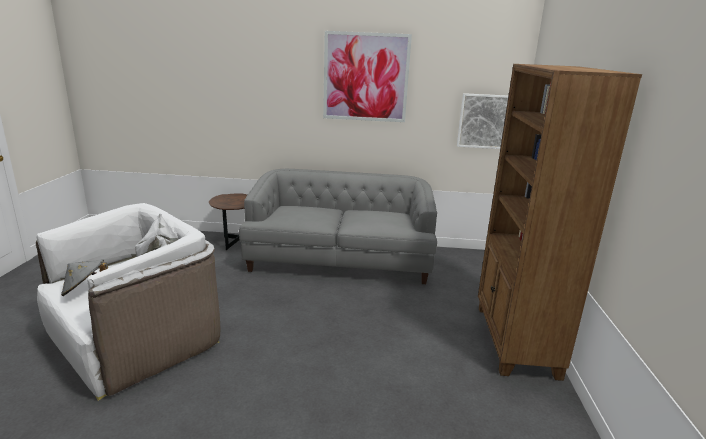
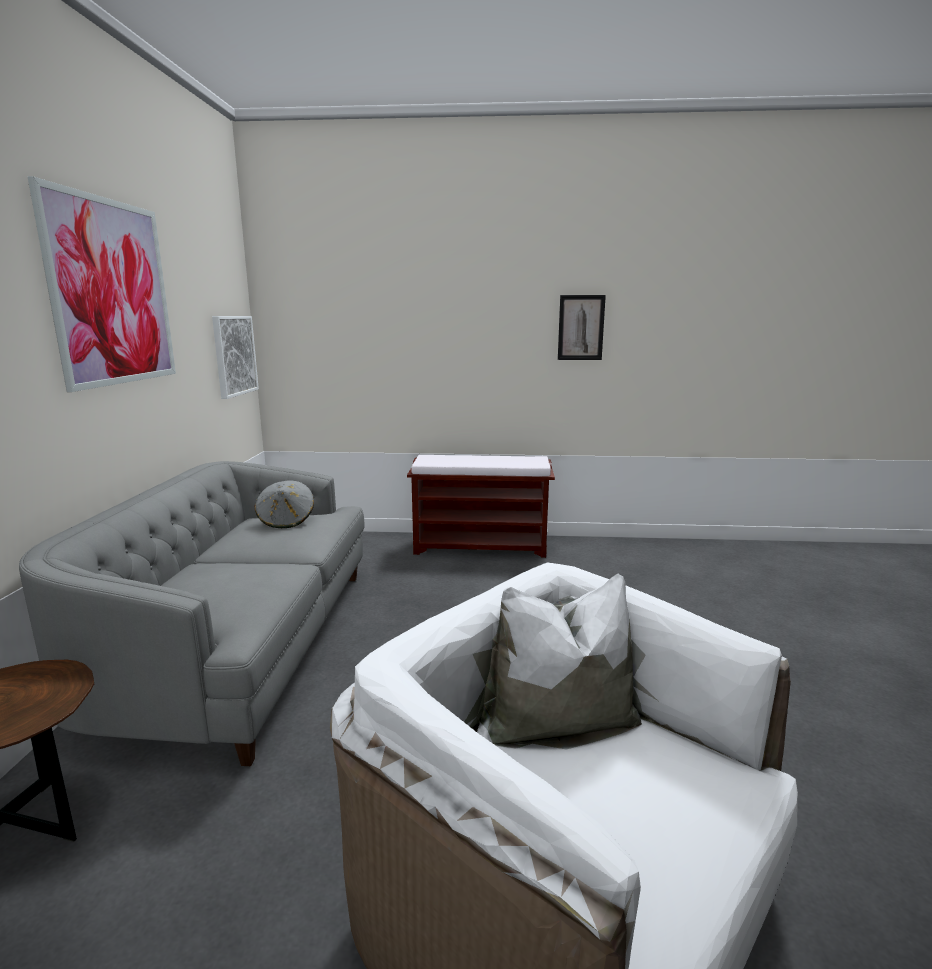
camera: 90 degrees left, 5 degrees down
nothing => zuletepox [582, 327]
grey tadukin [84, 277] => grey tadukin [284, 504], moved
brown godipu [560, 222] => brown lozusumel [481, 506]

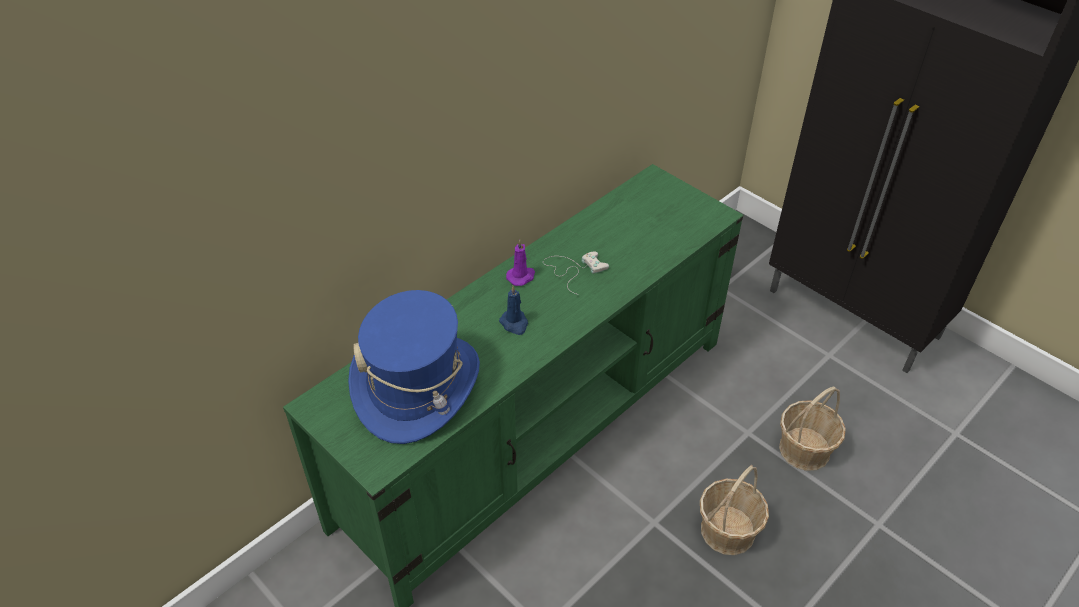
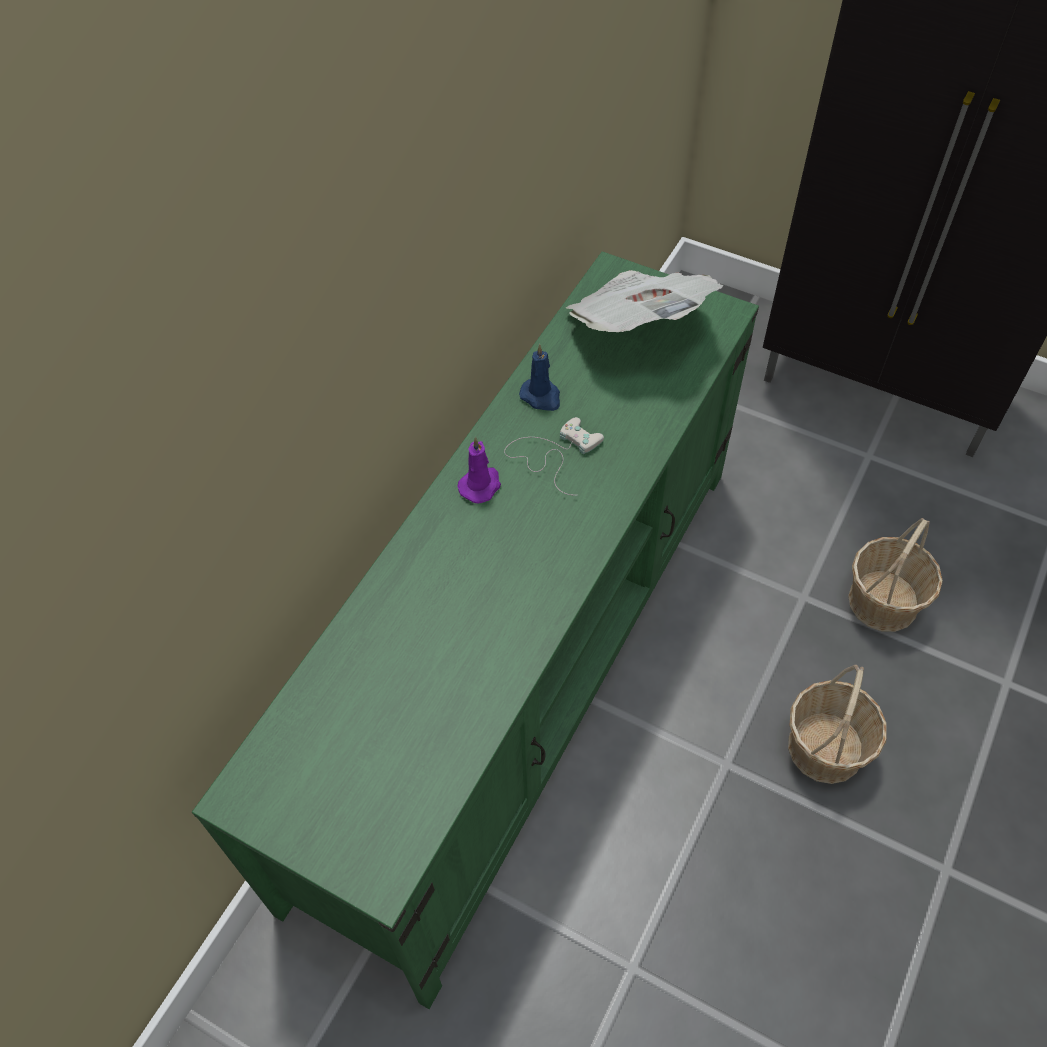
camera: 15 degrees left, 10 degrees up
blue tadukin [414, 367] => nothing
nothing => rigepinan [644, 301]
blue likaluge [513, 310] => blue likaluge [539, 377], moved

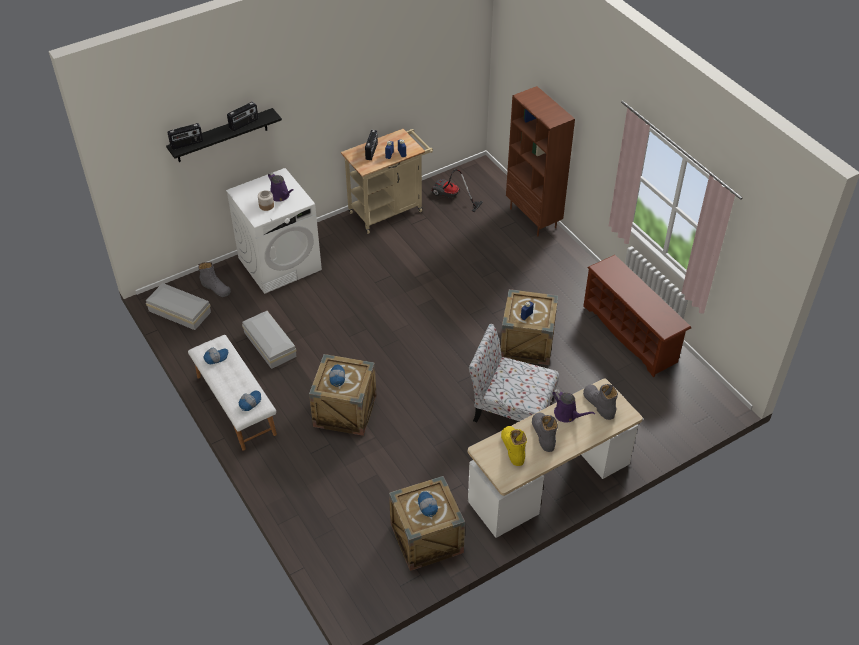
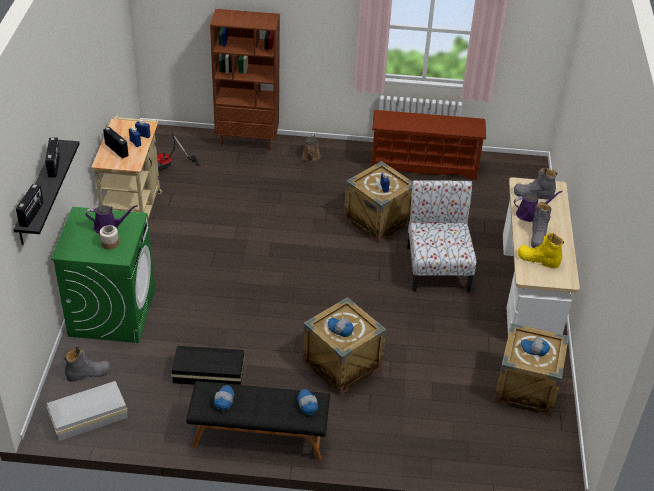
camera: 55 degrees left, 5 degrees down
nothing => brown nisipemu [311, 148]
white lozusumel [232, 393] => black lozusumel [258, 420]
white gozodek [274, 231] => green gozodek [103, 275]
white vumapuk [269, 340] => black vumapuk [208, 365]
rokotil [514, 373] => rokotil [442, 236], 120 degrees clockwise
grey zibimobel [545, 432] => grey zibimobel [541, 225], 105 degrees counterclockwise

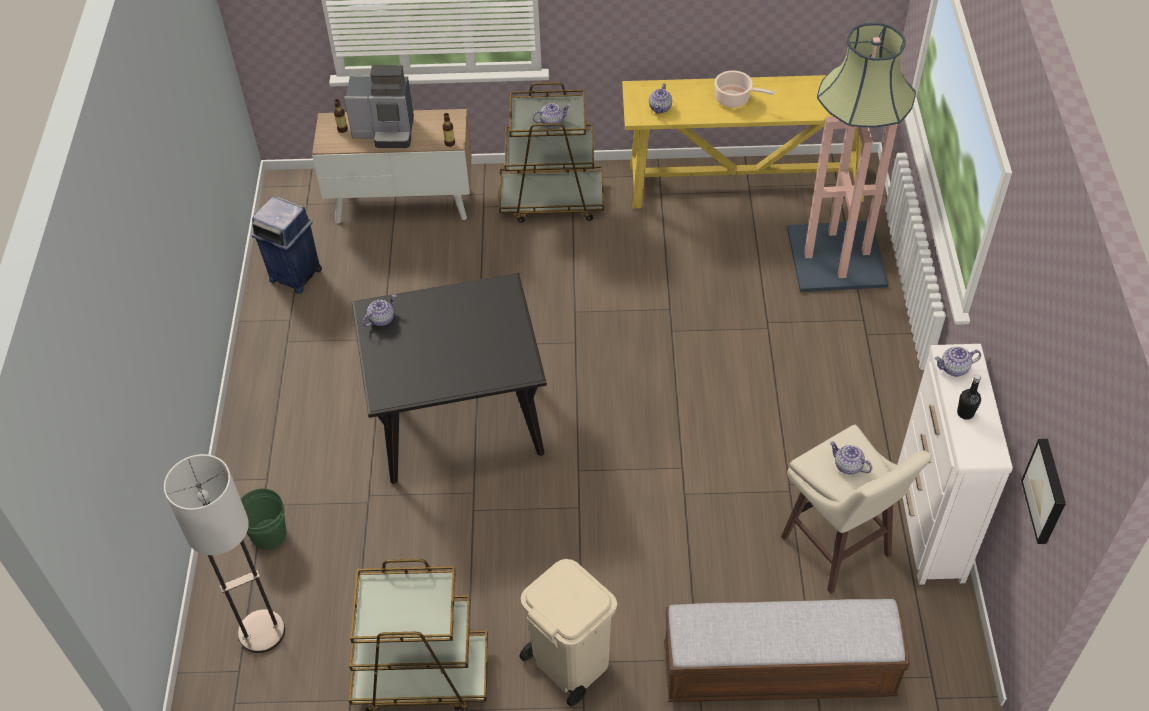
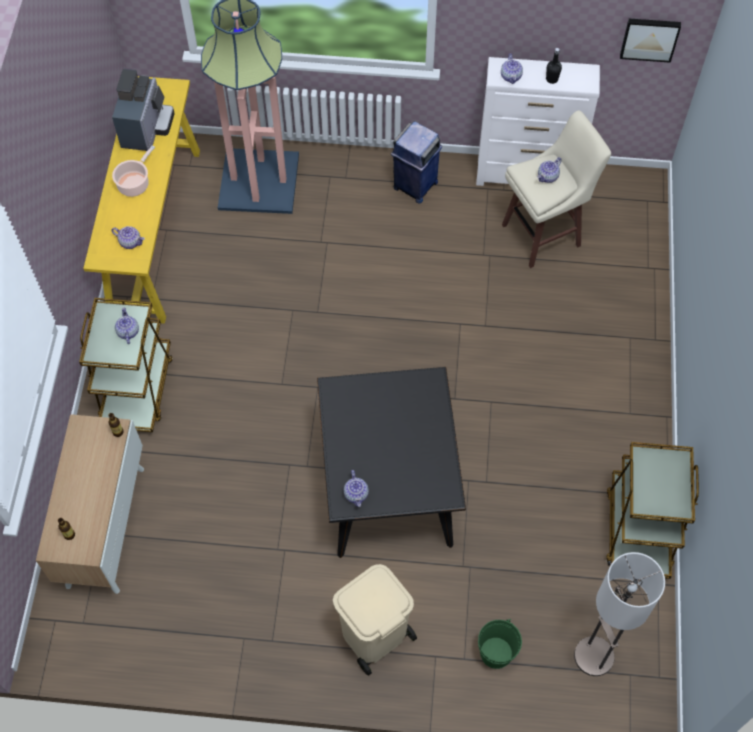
camera: 85 degrees left, 10 degrees up
lozusumel [787, 650] => nothing
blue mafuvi [287, 245] => blue mafuvi [416, 162], moved
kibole [379, 106] => kibole [143, 110], moved
beige mafuvi [568, 633] => beige mafuvi [375, 620], moved
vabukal [379, 310] => vabukal [356, 488], 150 degrees counterclockwise

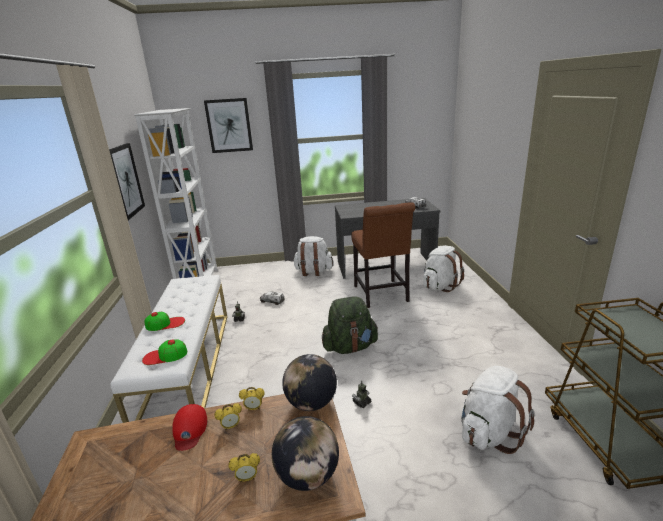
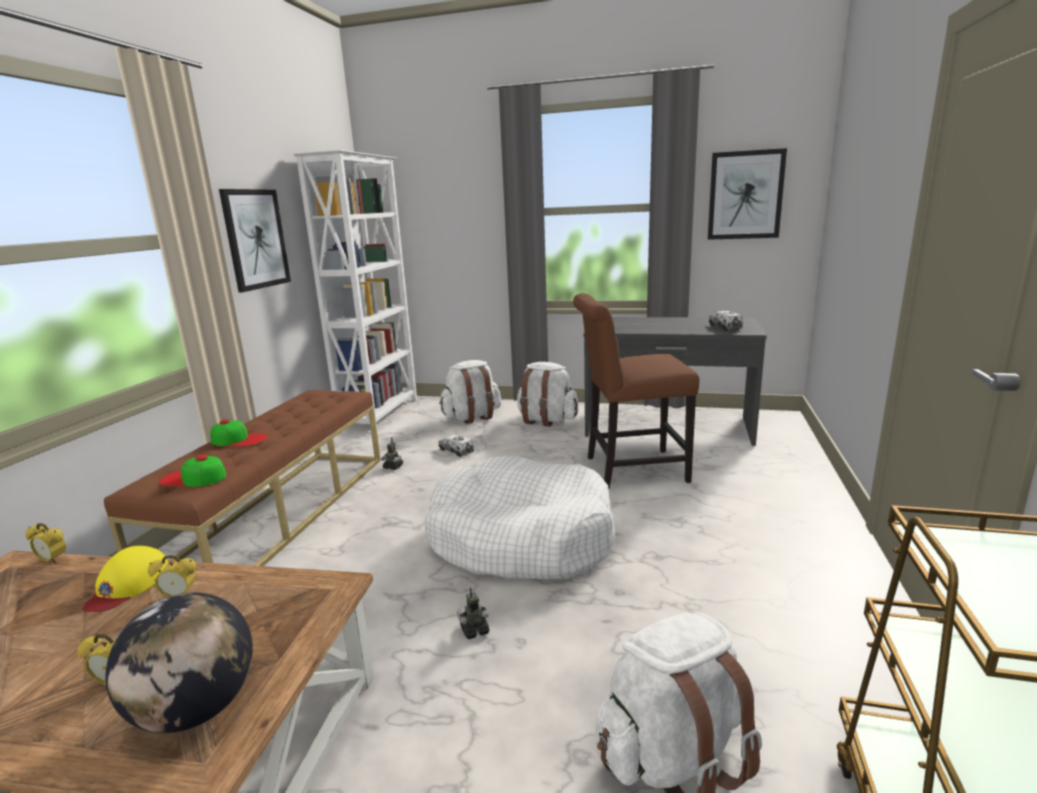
camera: 20 degrees right, 5 degrees down
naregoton [309, 382] => nothing
zuletepox [228, 125] => zuletepox [747, 194], moved
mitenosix [252, 399] => mitenosix [45, 543], moved
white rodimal [443, 269] => white rodimal [470, 392], moved
green rodimal [350, 325] => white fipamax [519, 517]
white lozusumel [168, 349] => brown lozusumel [242, 478]
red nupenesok [189, 427] => yellow nupenesok [125, 579]
brown rokotil [383, 255] => brown rokotil [636, 391], 75 degrees clockwise

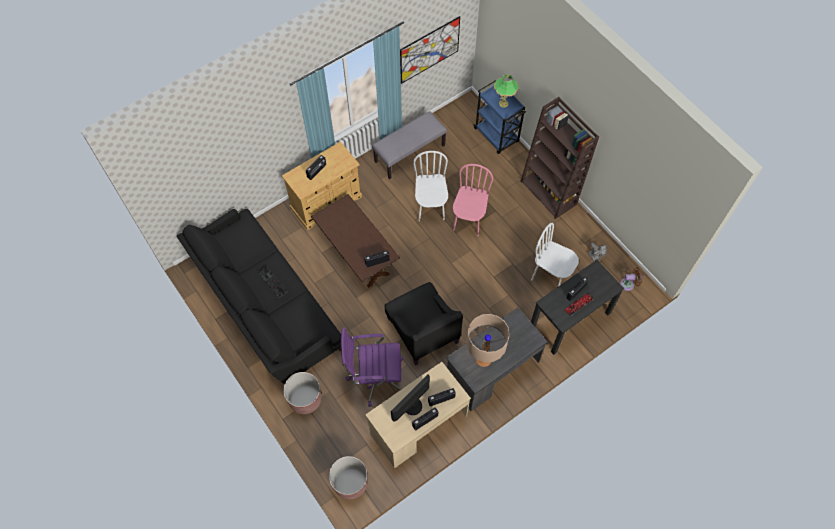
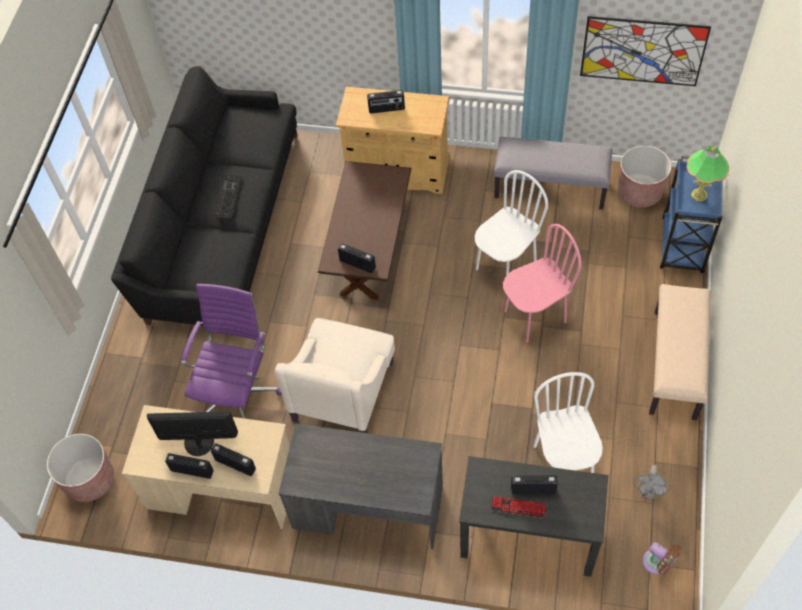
camera: 50 degrees right, 5 degrees down
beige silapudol [488, 340] => nothing
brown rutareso [302, 393] => brown rutareso [644, 176], moved
brown godipu [559, 158] => beige lozusumel [680, 352]
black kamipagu [424, 324] => beige kamipagu [335, 375]
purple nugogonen [372, 367] => purple nugogonen [231, 351], 60 degrees clockwise

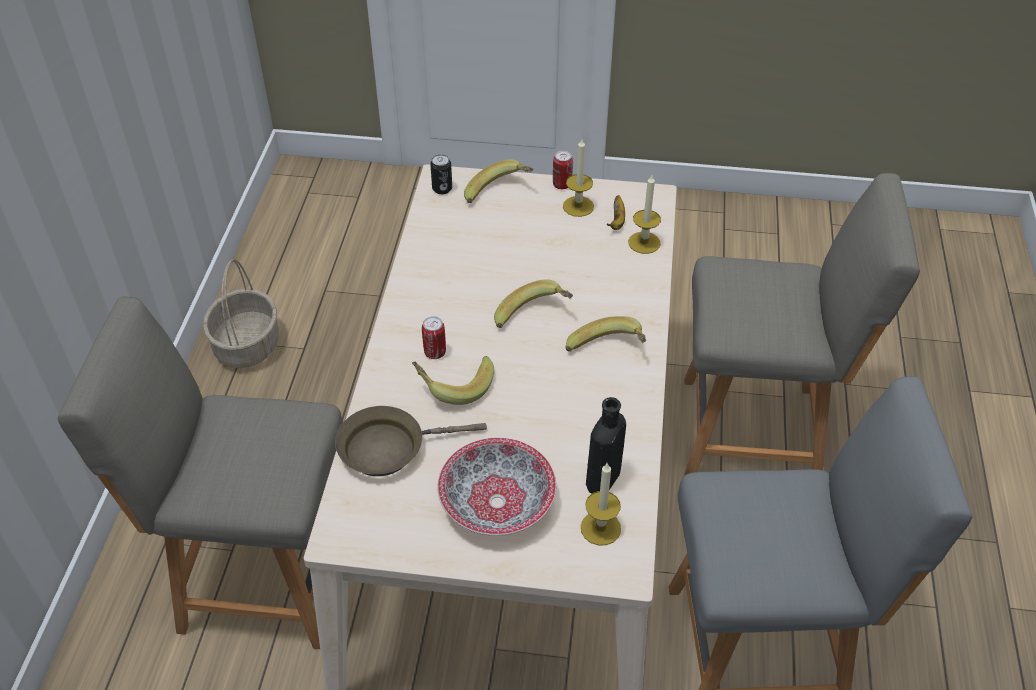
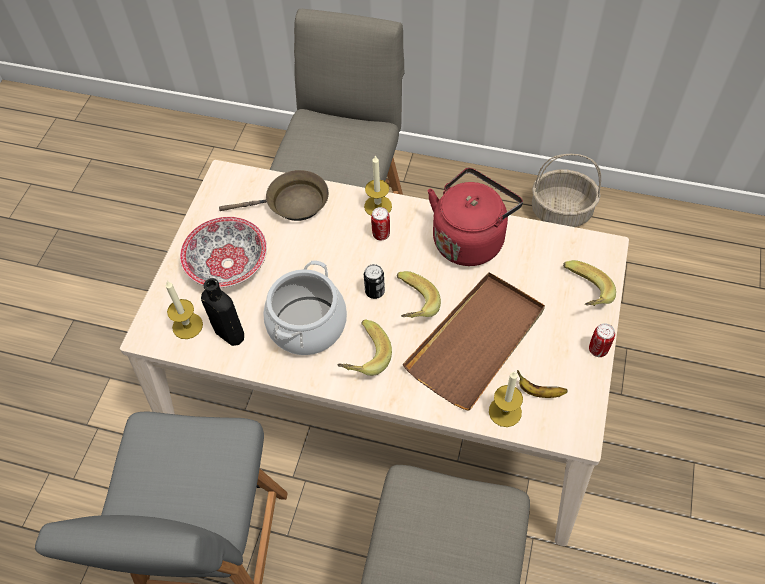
camera: 100 degrees right, 10 degrees up
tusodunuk [453, 380] => nothing
nothing => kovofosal [305, 307]
nothing => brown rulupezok [474, 341]
nothing => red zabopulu [475, 217]
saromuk [441, 174] => saromuk [374, 281], moved
likaluge [578, 178] => likaluge [378, 185], moved
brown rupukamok [411, 441] => brown rupukamok [274, 195], 90 degrees clockwise

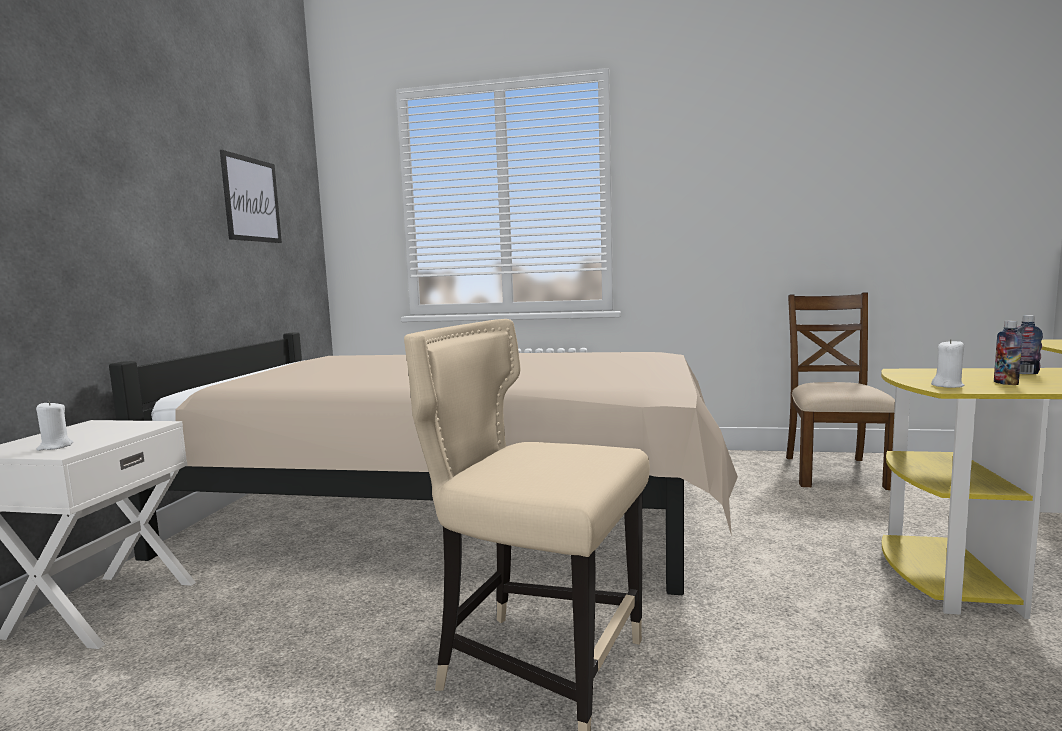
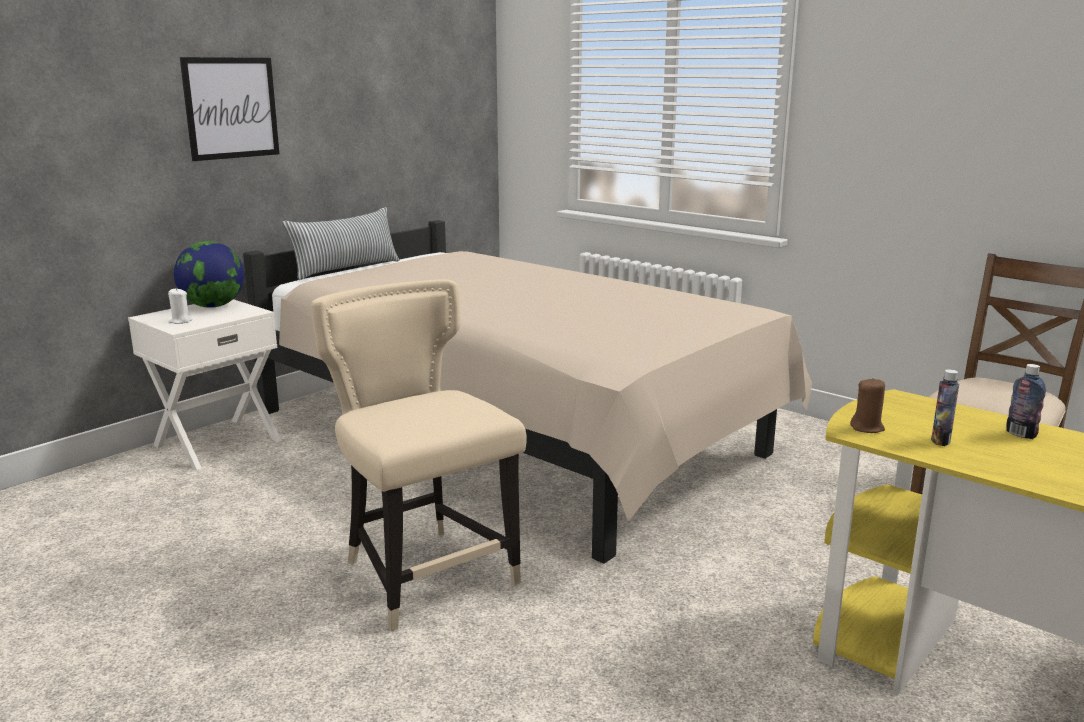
camera: 30 degrees right, 10 degrees up
nothing => naregoton [209, 274]
nothing => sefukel [340, 243]
zuletepox [251, 196] => zuletepox [229, 109], moved
white likaluge [948, 363] => brown likaluge [867, 405]

